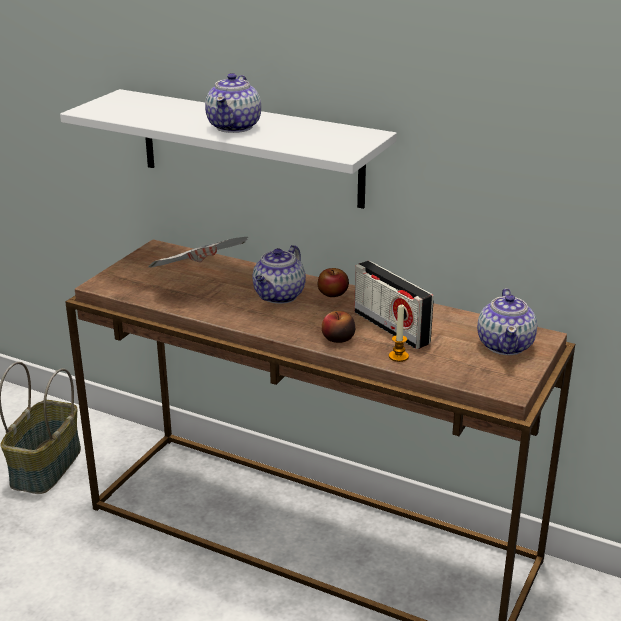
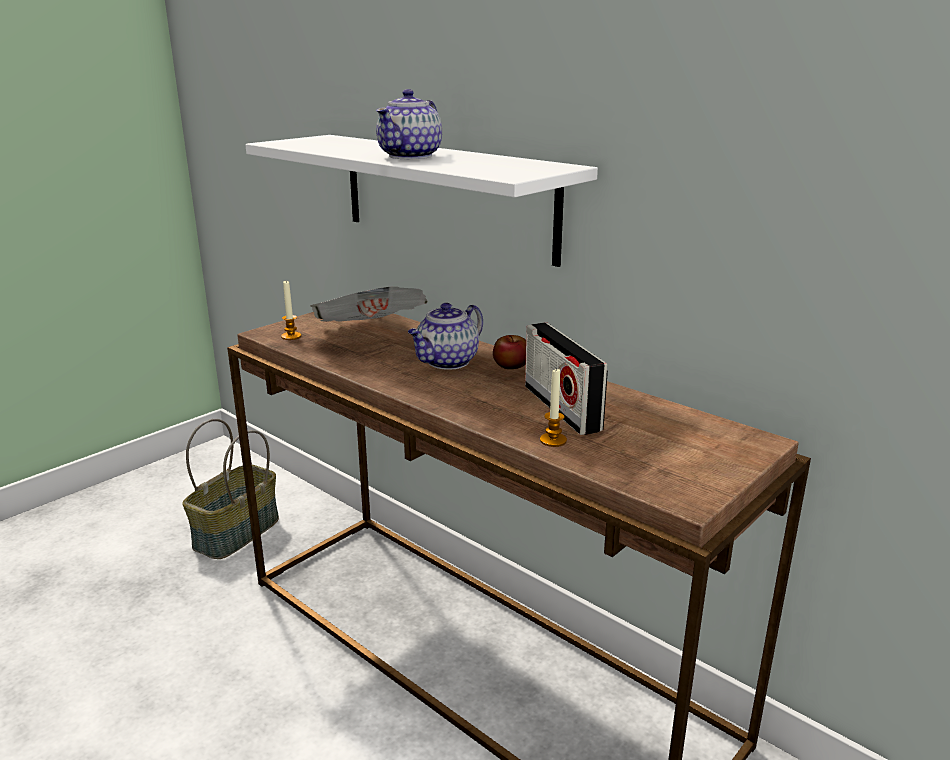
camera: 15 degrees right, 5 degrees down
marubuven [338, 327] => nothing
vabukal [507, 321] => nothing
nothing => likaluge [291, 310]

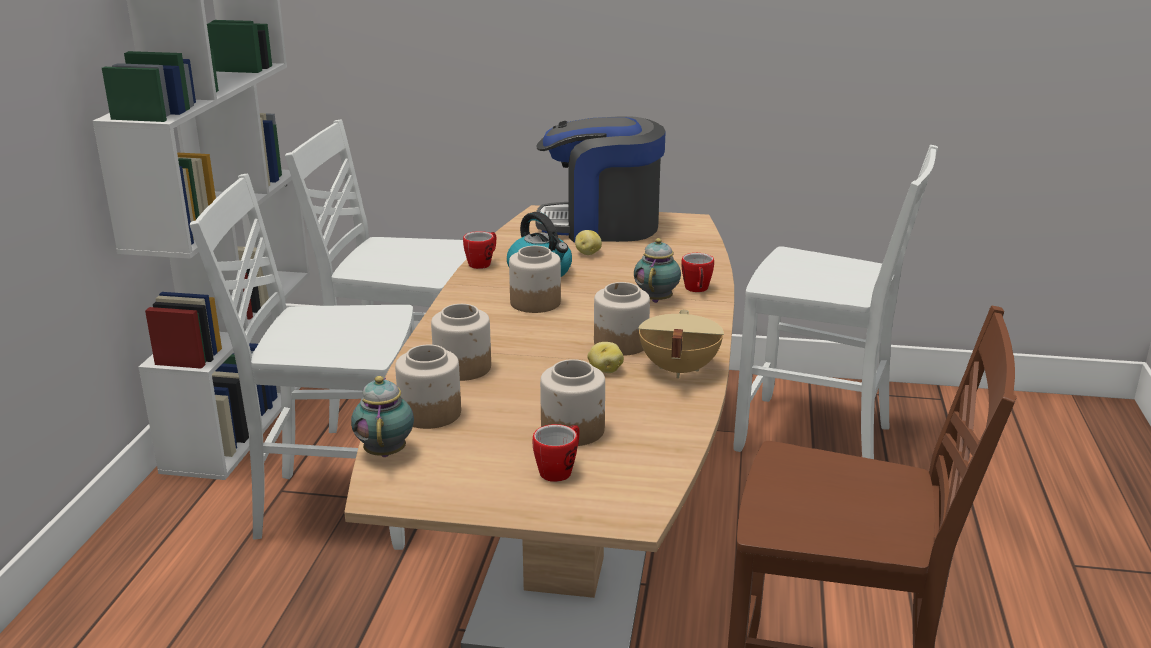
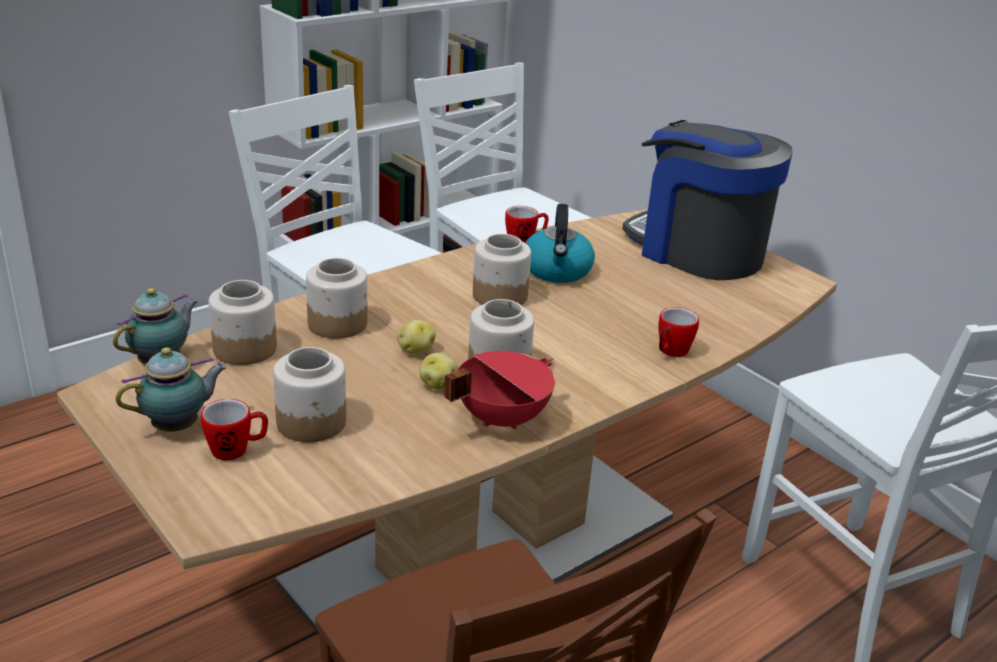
camera: 40 degrees right, 5 degrees up
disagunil [588, 242] => disagunil [416, 337], moved
vabukal [657, 270] => vabukal [171, 389], moved
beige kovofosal [681, 343] => red kovofosal [499, 390]

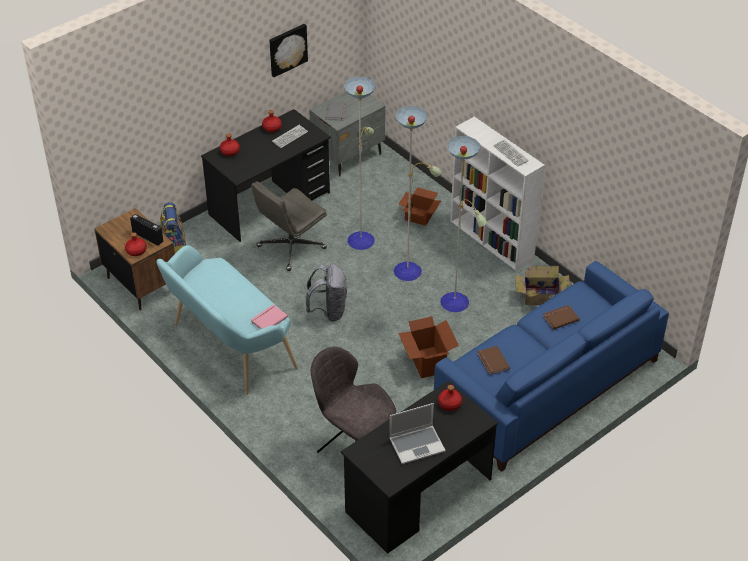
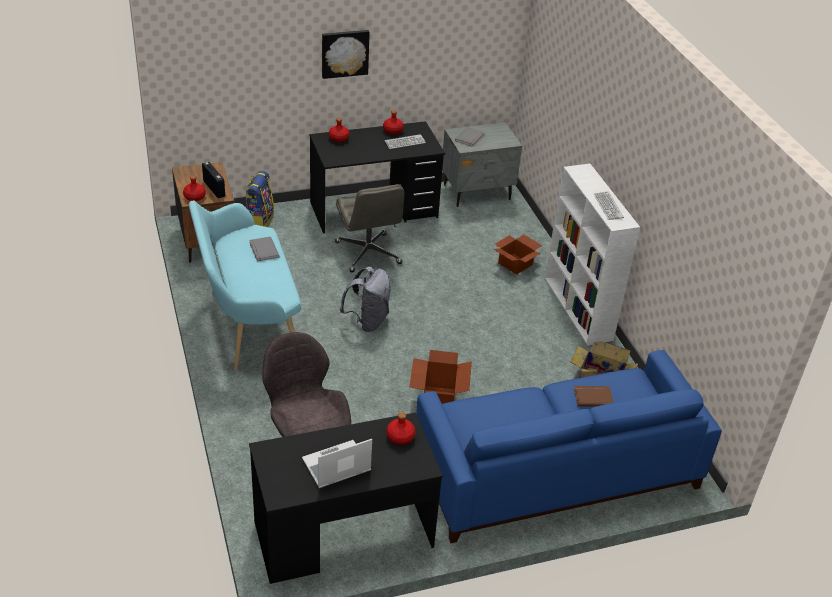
camera: 20 degrees right, 5 degrees down
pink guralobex [269, 317] => nothing
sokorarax [415, 194] => nothing
brown guralobex [493, 360] => nothing
nothing => grey guralobex [264, 249]
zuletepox [288, 50] => zuletepox [346, 54], moved
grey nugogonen [289, 226] => grey nugogonen [369, 228], 90 degrees counterclockwise
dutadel [417, 433] => dutadel [337, 463], 150 degrees clockwise

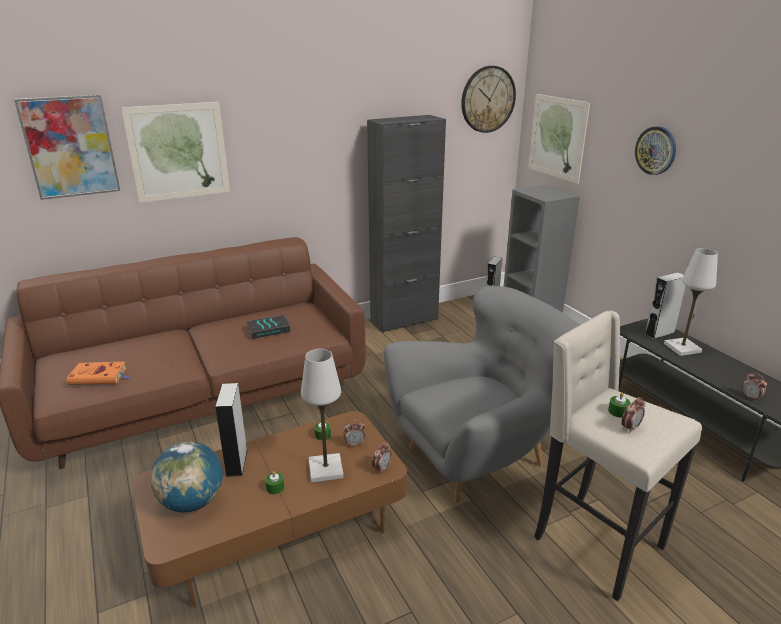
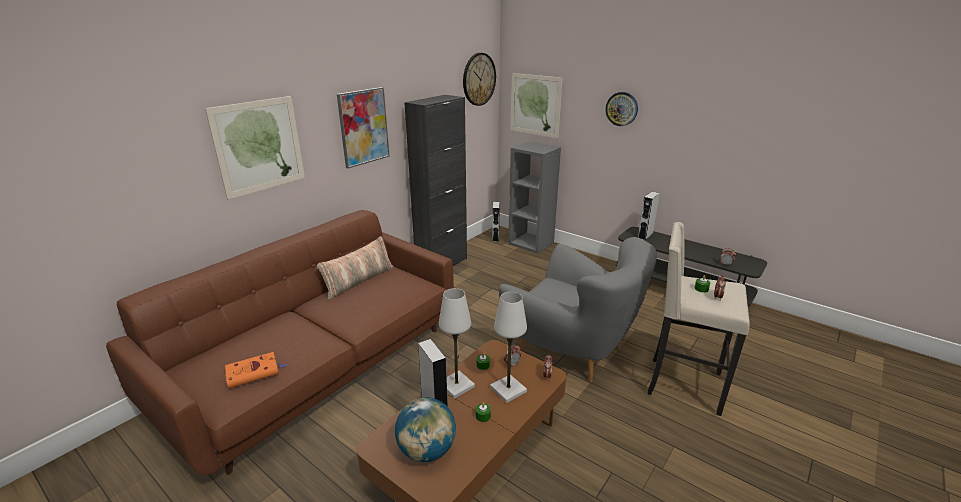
camera: 25 degrees left, 0 degrees up
guralobex [268, 327] => nothing
nothing => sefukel [355, 268]
zuletepox [67, 147] => zuletepox [363, 127], moved
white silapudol [691, 302] => white silapudol [457, 343], moved
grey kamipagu [482, 394] => grey kamipagu [578, 309], 90 degrees clockwise

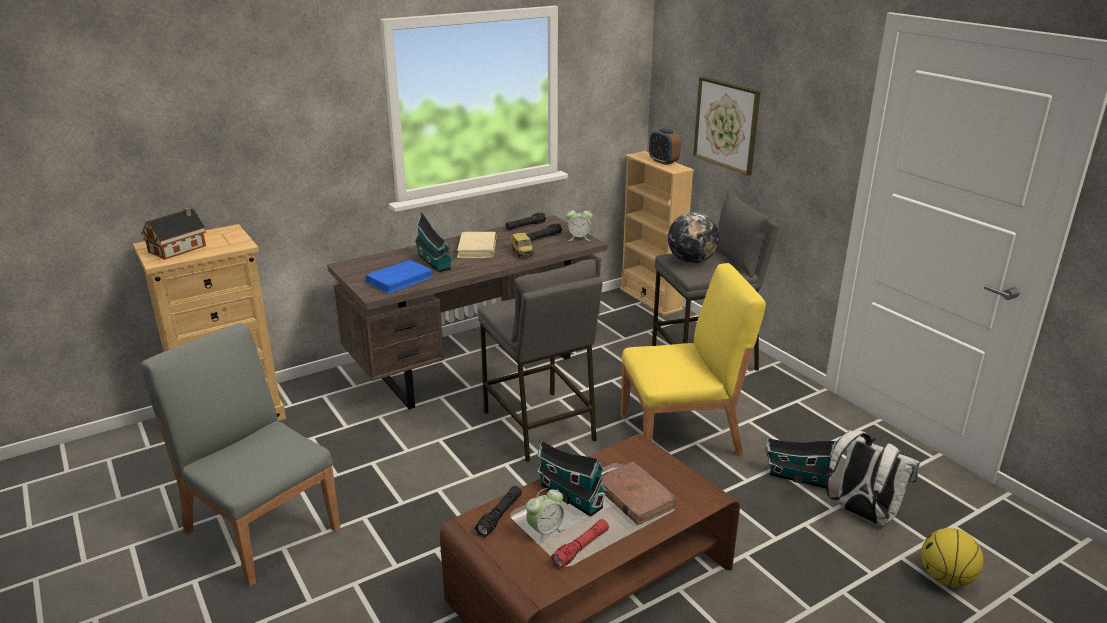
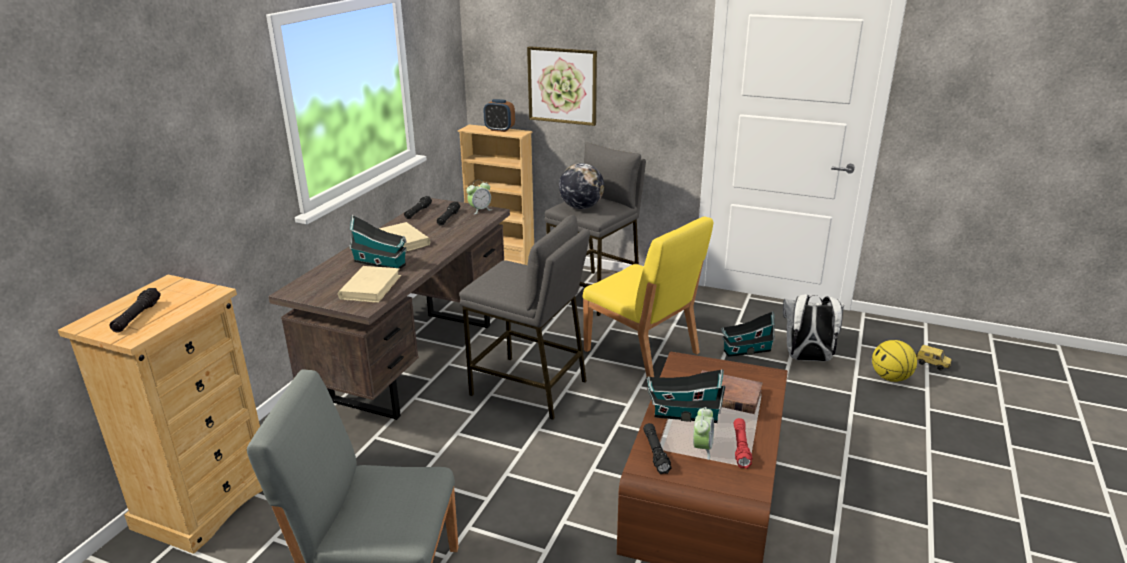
camera: 35 degrees left, 0 degrees up
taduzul [522, 245] => taduzul [934, 357], moved
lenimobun [174, 233] => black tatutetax [135, 310]
blue guralobex [400, 277] => beige guralobex [370, 284]
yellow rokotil [693, 359] => yellow rokotil [647, 296], 90 degrees clockwise

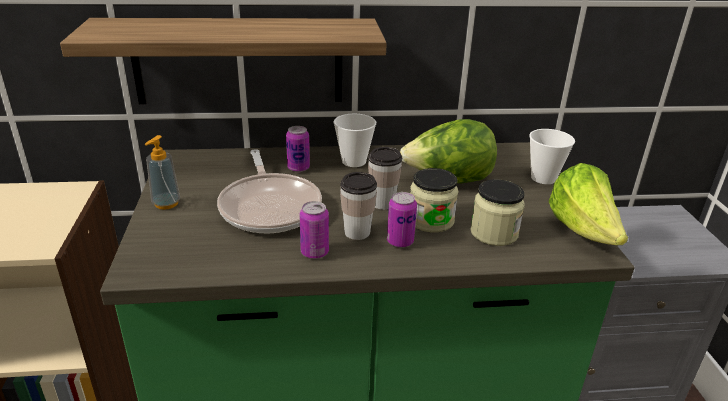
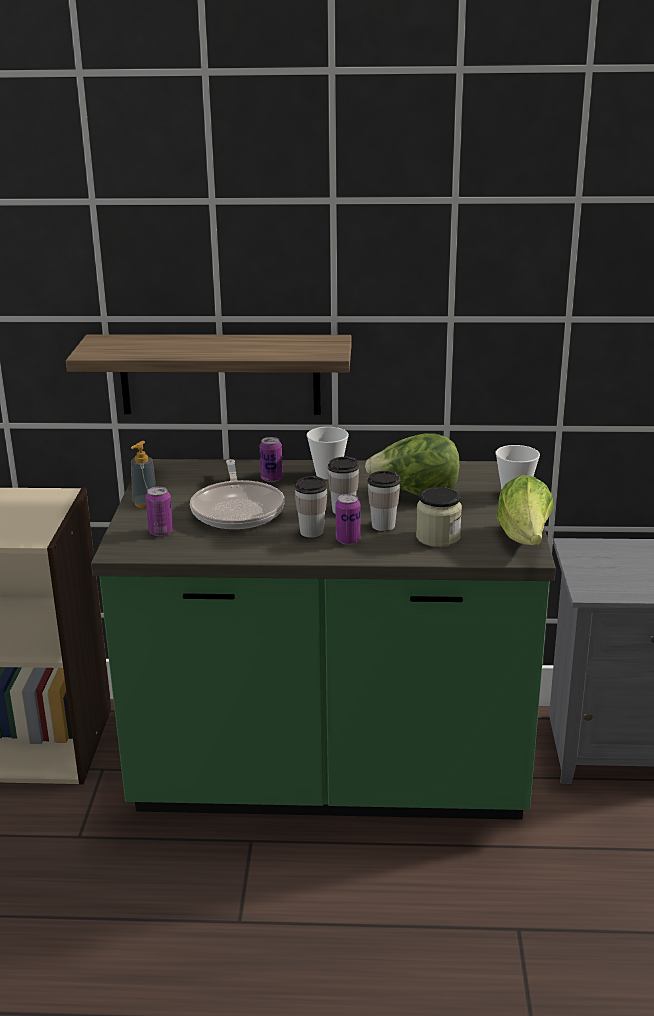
camera: 10 degrees right, 5 degrees down
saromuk [314, 230] => saromuk [159, 511], moved
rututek [434, 200] => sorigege [384, 501]

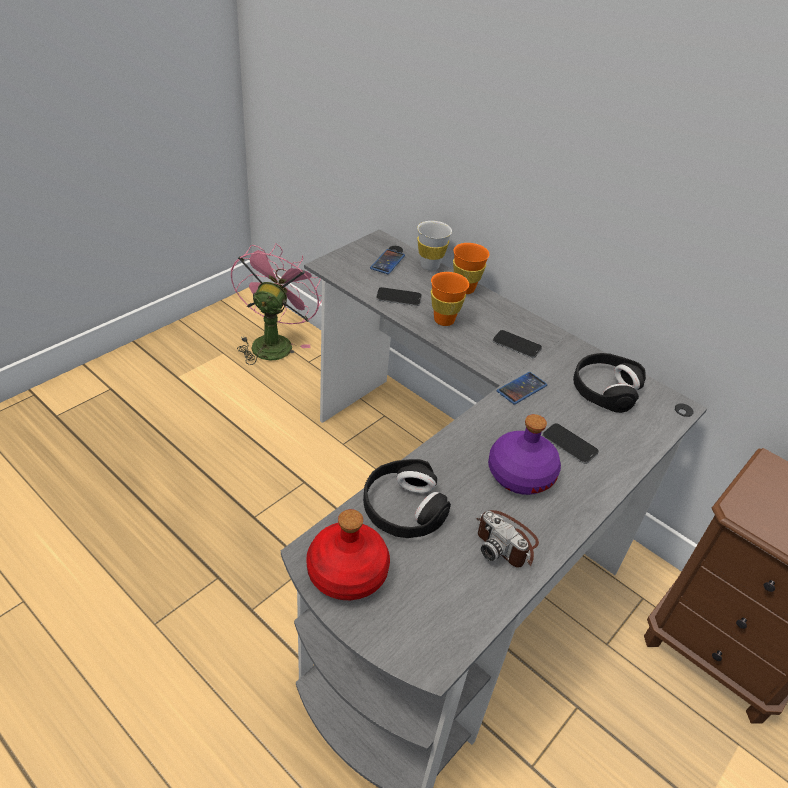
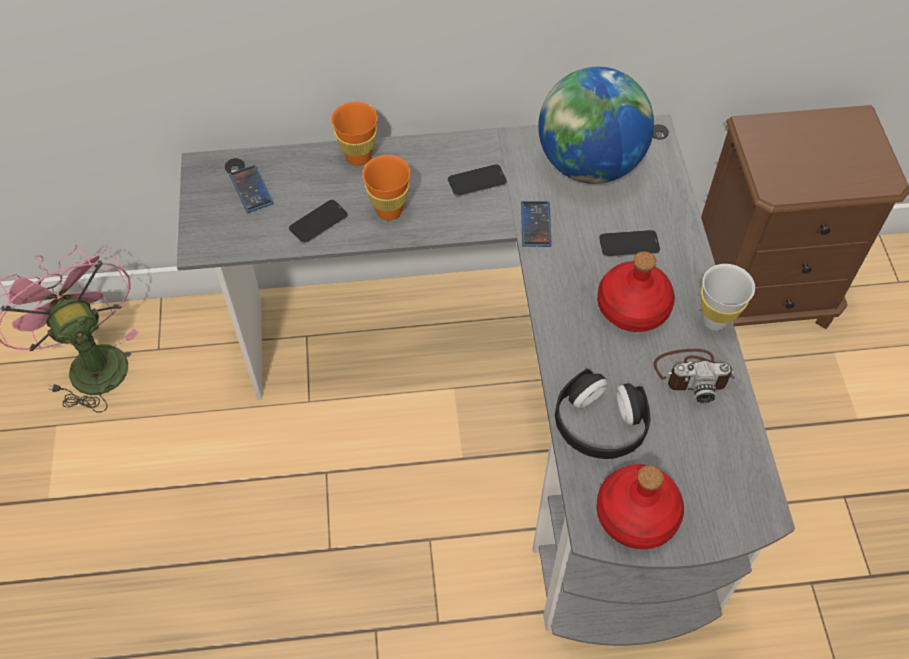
camera: 45 degrees left, 15 degrees up
white sorigege [434, 246] => white sorigege [728, 297], moved
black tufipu [609, 383] => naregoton [596, 125]
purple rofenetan [524, 454] => red rofenetan [636, 291]

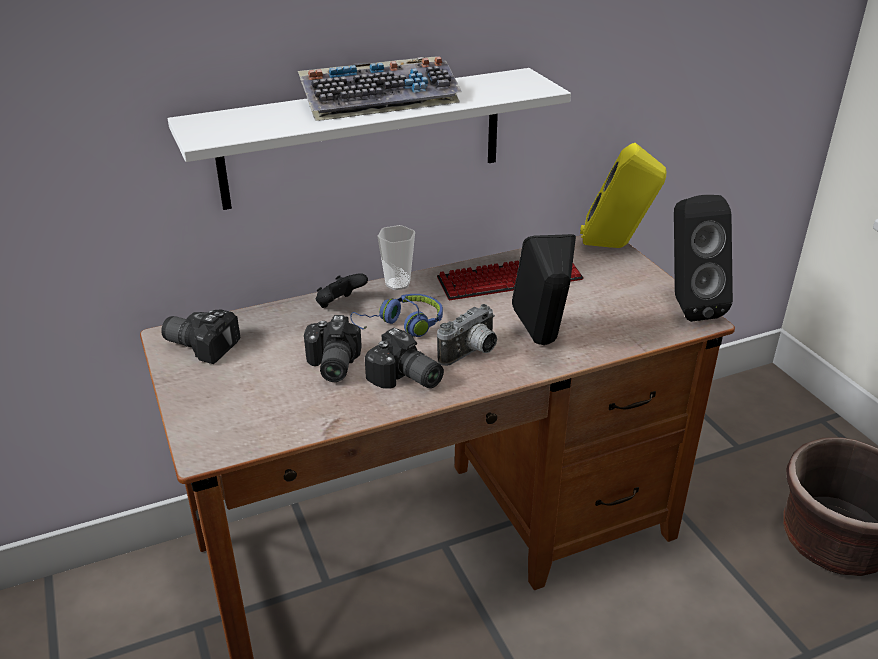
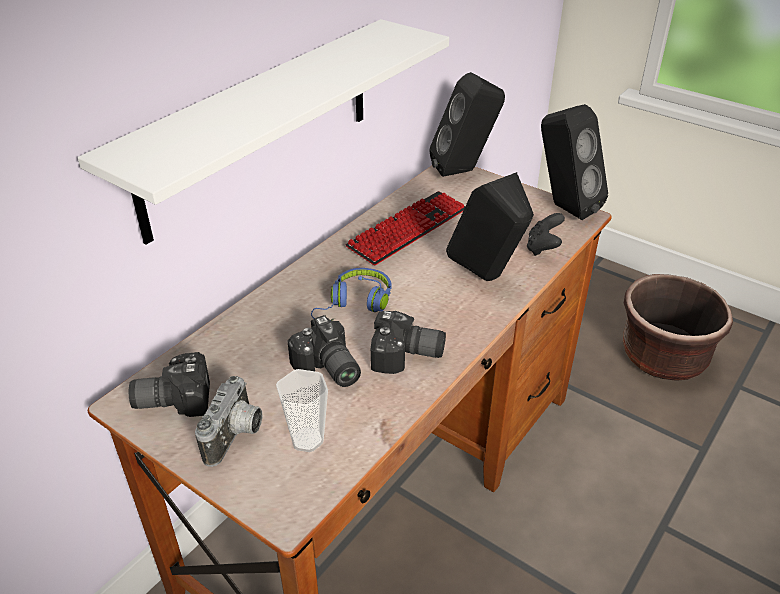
camera: 30 degrees left, 5 degrees up
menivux [380, 88] => nothing
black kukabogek [342, 290] => black kukabogek [546, 234], moved
sorigege [396, 257] => sorigege [302, 410], moved
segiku [467, 335] => segiku [228, 421], moved
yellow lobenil [623, 195] => black lobenil [467, 124]

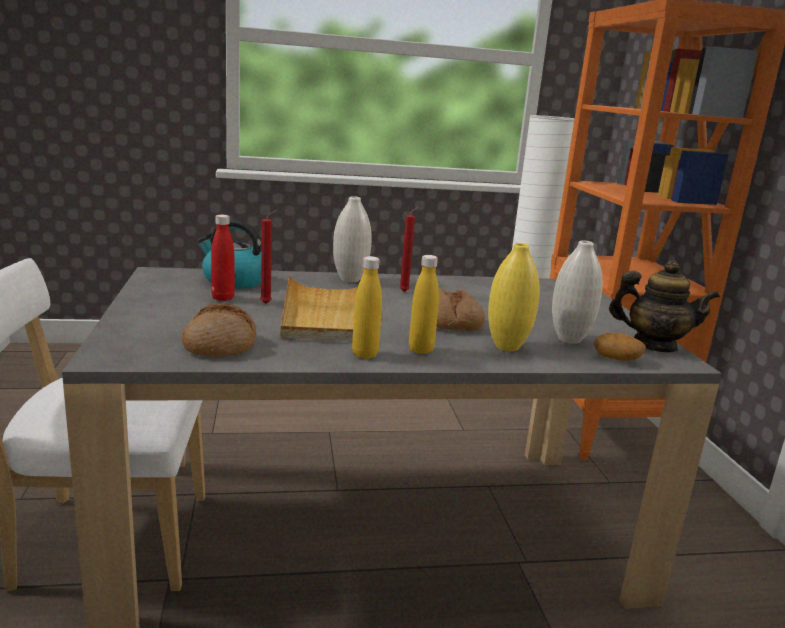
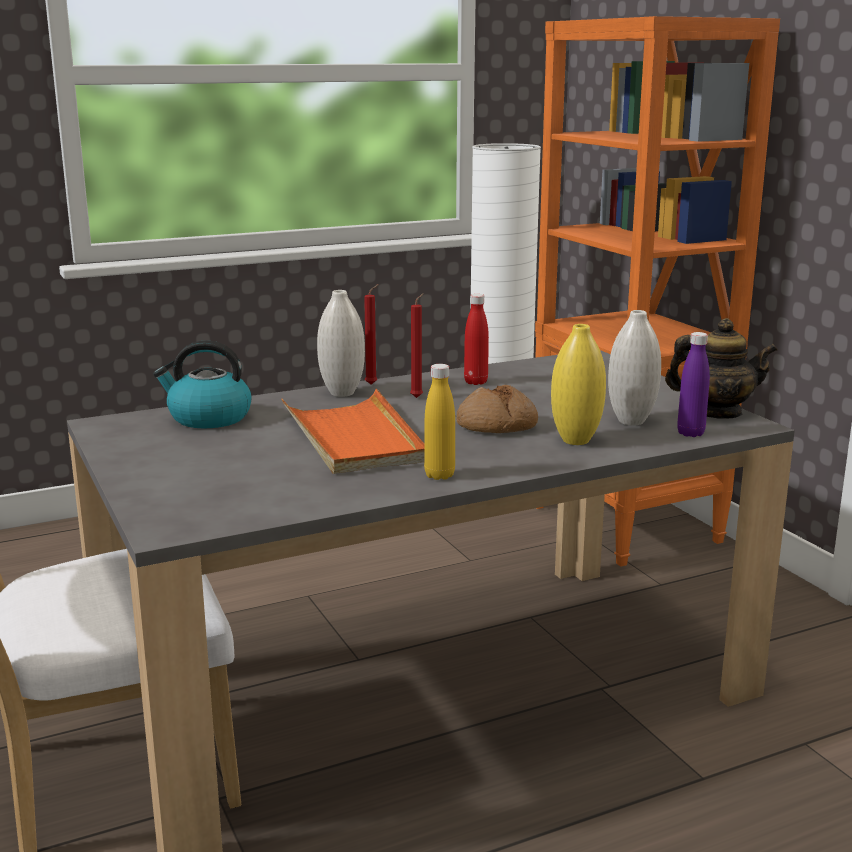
camera: 15 degrees left, 0 degrees up
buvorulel [219, 330] => nothing
yellow rofenetan [424, 304] => nothing
red rofenetan [223, 258] => red rofenetan [476, 339], moved
red likaluge [269, 257] => red likaluge [371, 334], moved
disagunil [620, 347] => purple rofenetan [693, 384]
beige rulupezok [319, 308] => orange rulupezok [352, 431]

